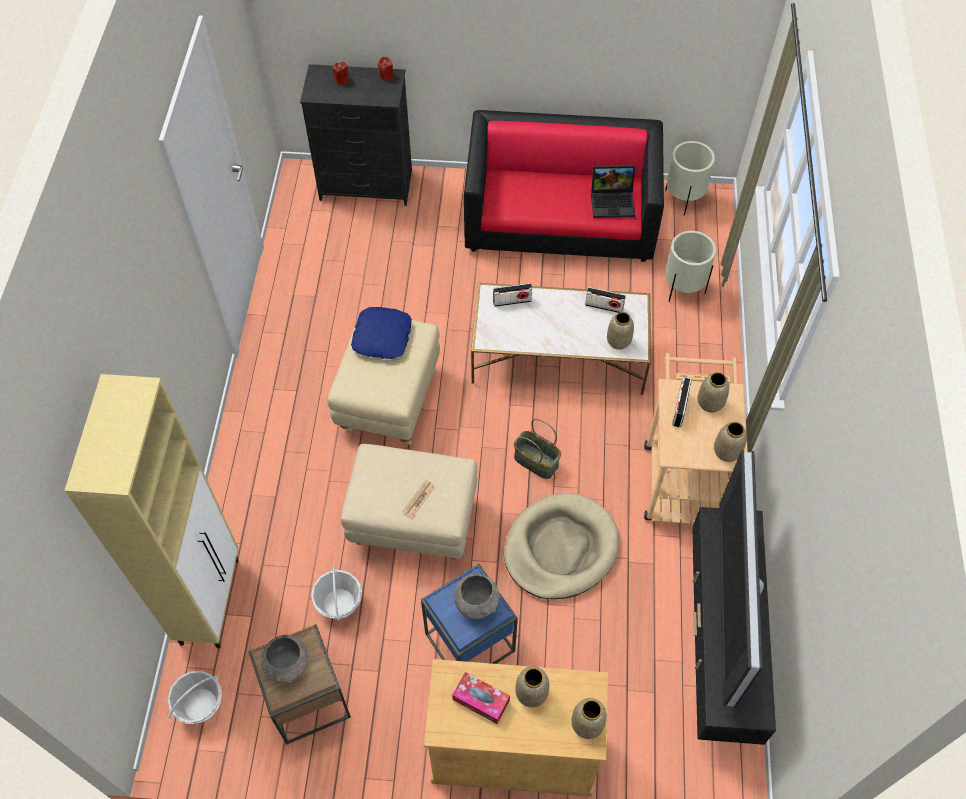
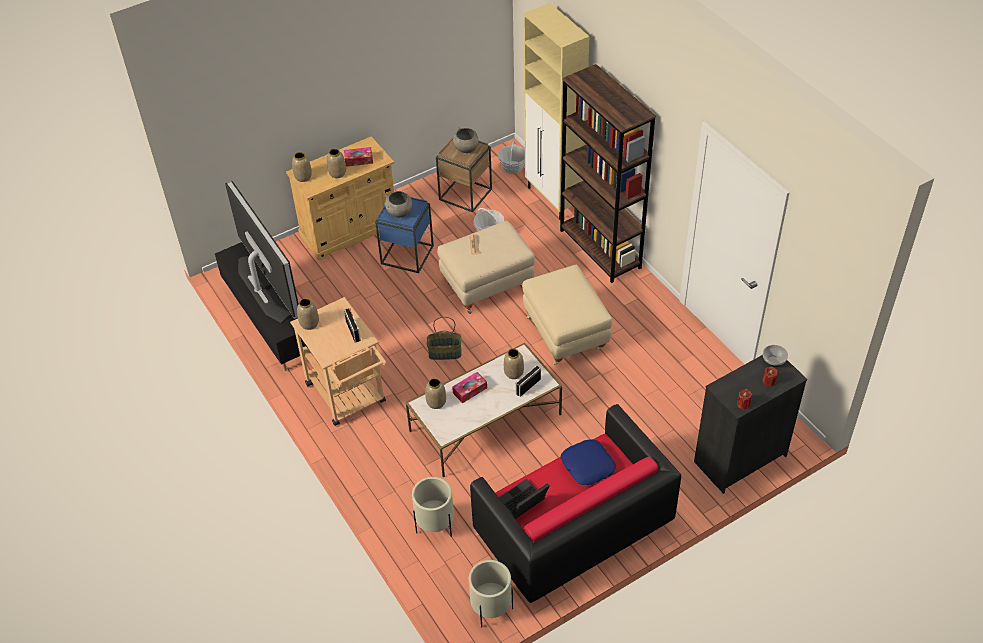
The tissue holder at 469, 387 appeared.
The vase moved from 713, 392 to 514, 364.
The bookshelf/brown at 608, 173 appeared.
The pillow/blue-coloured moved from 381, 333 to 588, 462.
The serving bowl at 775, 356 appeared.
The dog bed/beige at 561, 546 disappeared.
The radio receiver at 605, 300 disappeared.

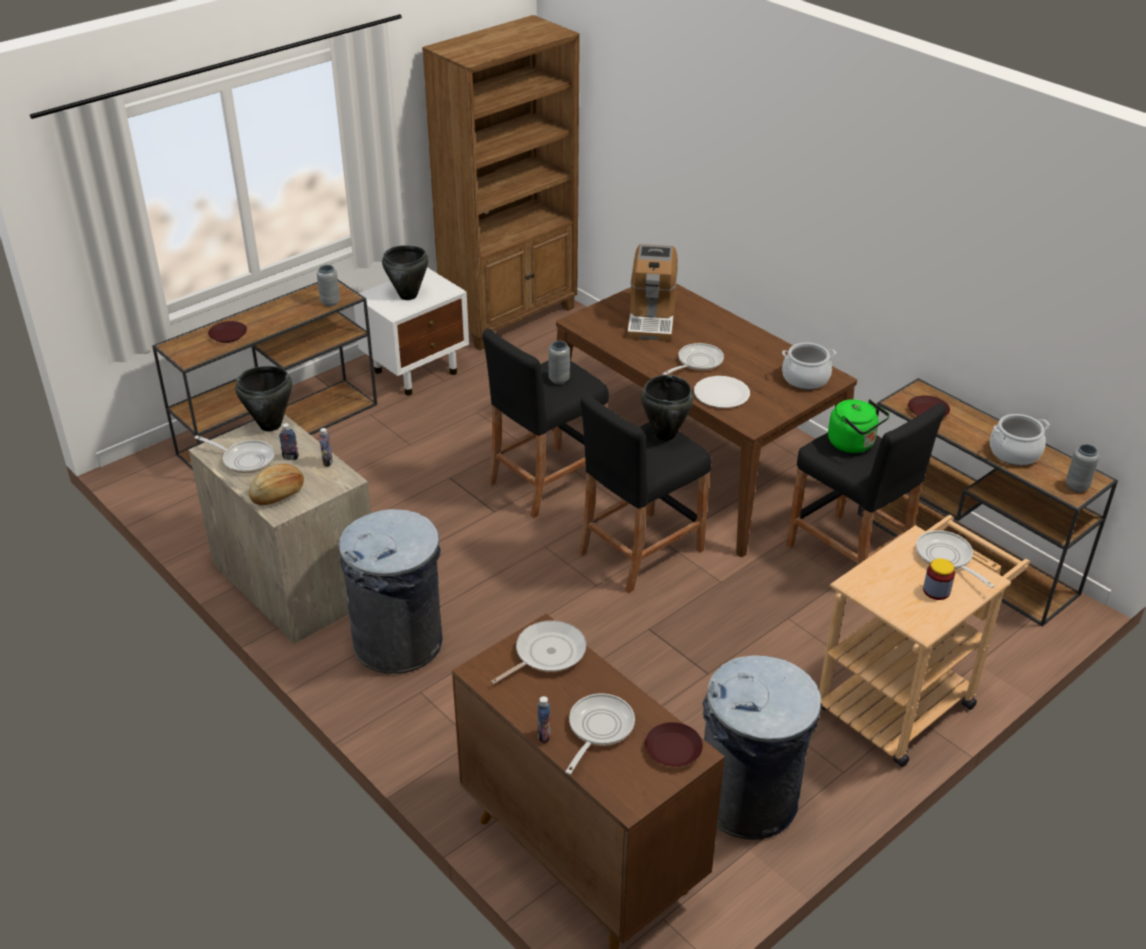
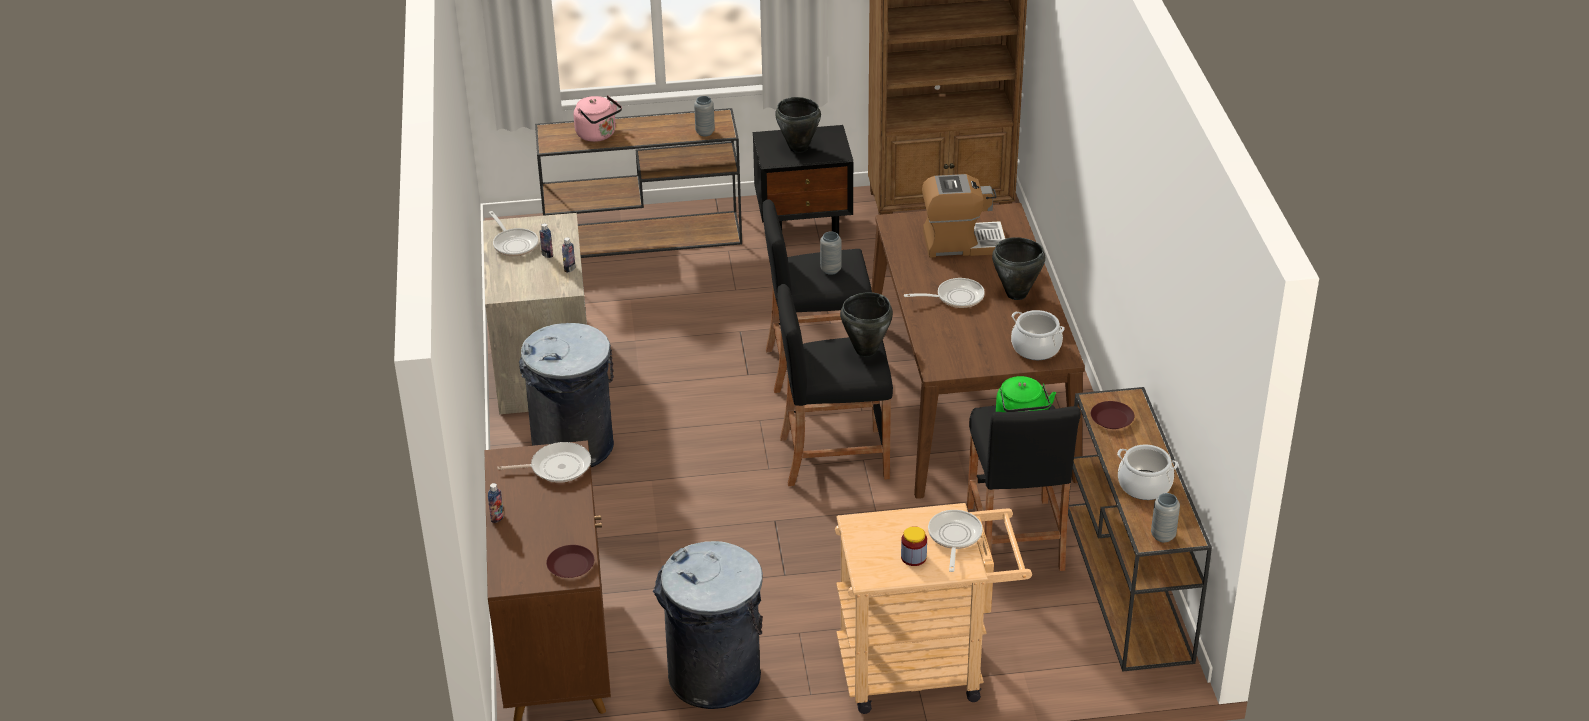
The dinner plate/brown at 227, 332 was replaced by the kettle/pinkish at 598, 118.
The nightstand/white at 411, 331 became the nightstand/blackish at 803, 180.
The coffee brewer at 652, 292 turned 135 degrees counterclockwise.
The stockpot/blackish moved from 263, 398 to 1019, 268.
The bread at 276, 484 disappeared.
The frying pan at 600, 734 disappeared.
The dinner plate/white at 722, 392 disappeared.

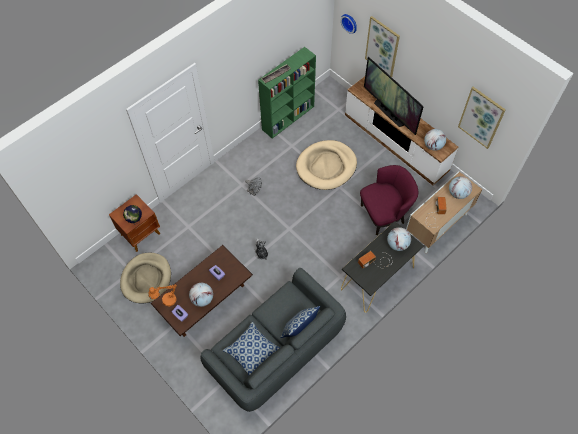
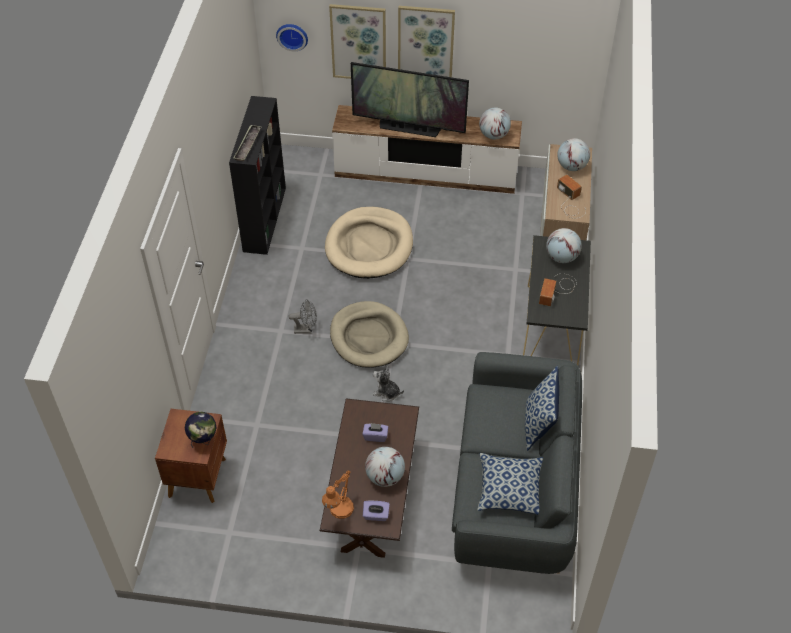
The bookshelf/green at 287, 93 became the bookshelf/blackish at 257, 175.
The dog bed/beige moved from 145, 278 to 369, 334.
The wall art moved from 482, 118 to 426, 41.
The armchair/purple-coloured at 389, 200 disappeared.

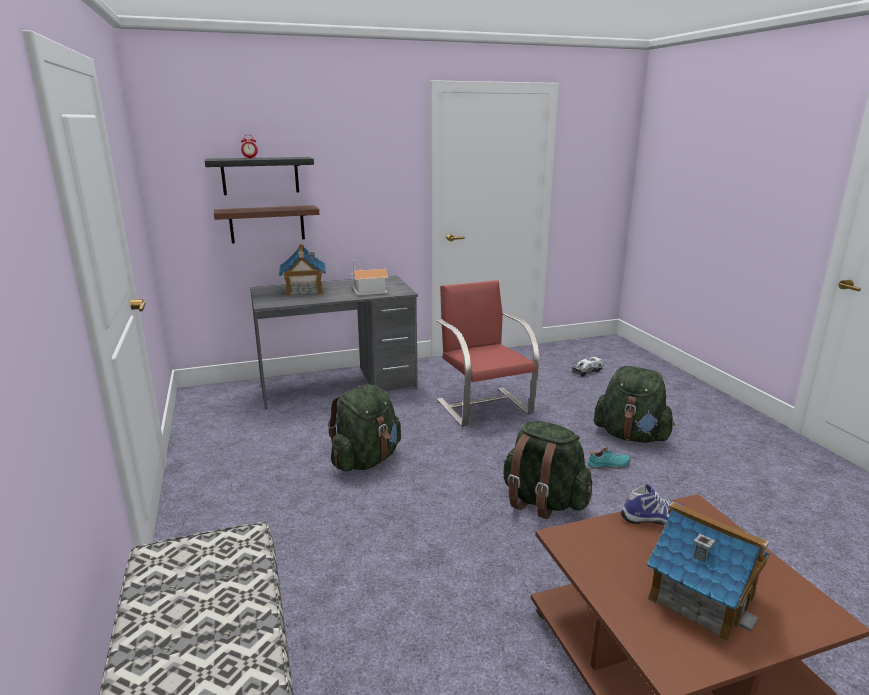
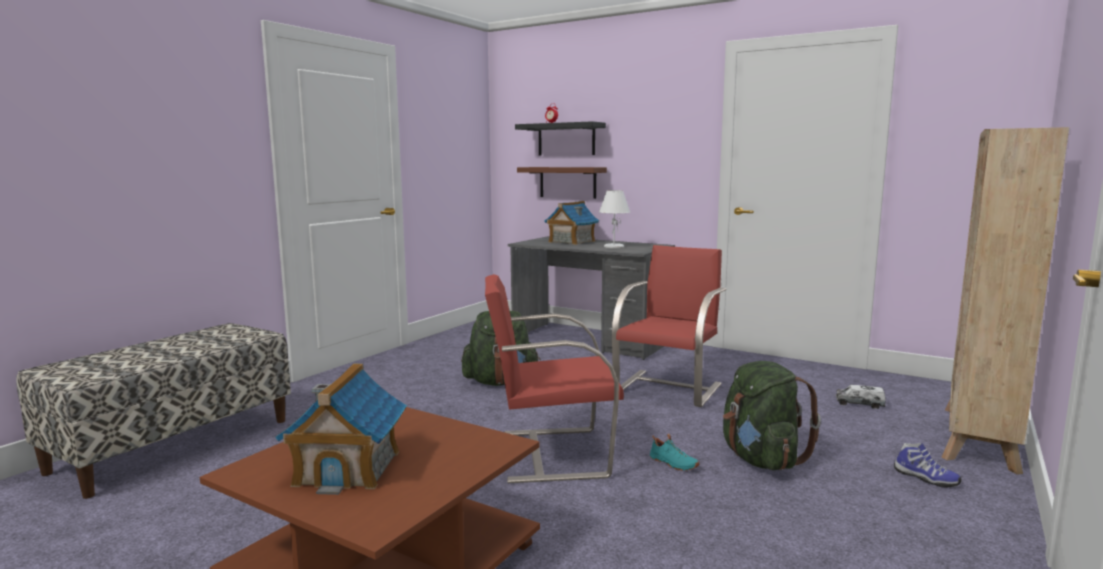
The backpack/green at 547, 470 was replaced by the upright chair/reddish at 554, 378.
The toy house at 369, 277 was replaced by the lamp for a table/white at 614, 219.
The shoe moved from 652, 504 to 927, 465.
The bookshelf/beige at 1005, 301 appeared.

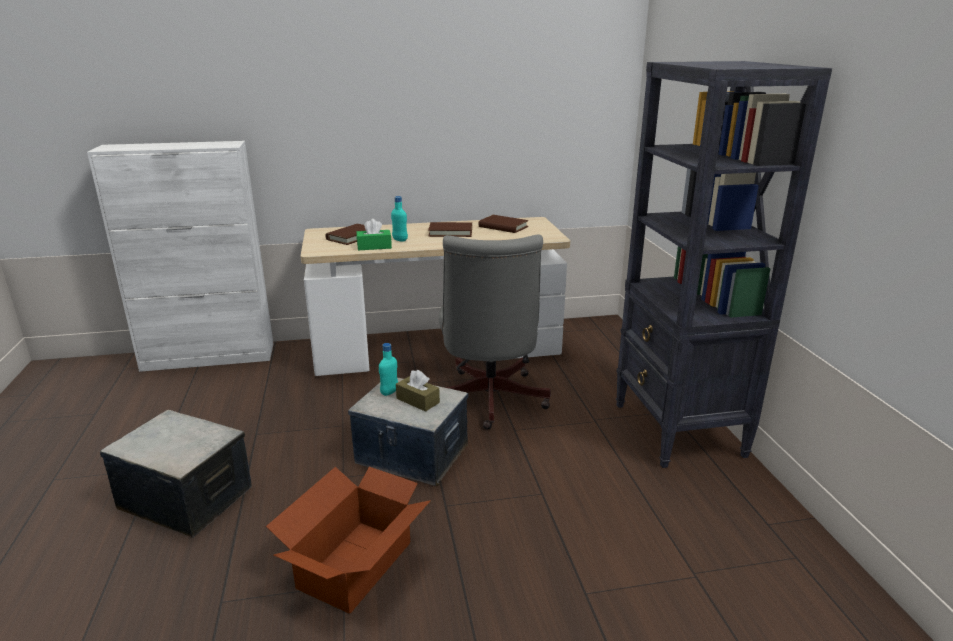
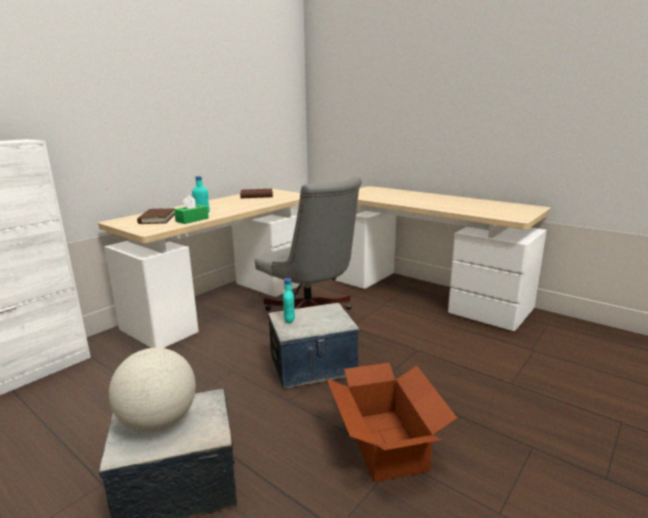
The globe at 152, 390 appeared.
The bookshelf/blackish at 724, 264 was replaced by the desk at 443, 258.
The tissue holder/brown at 418, 391 disappeared.
The volume/brown at 450, 229 disappeared.

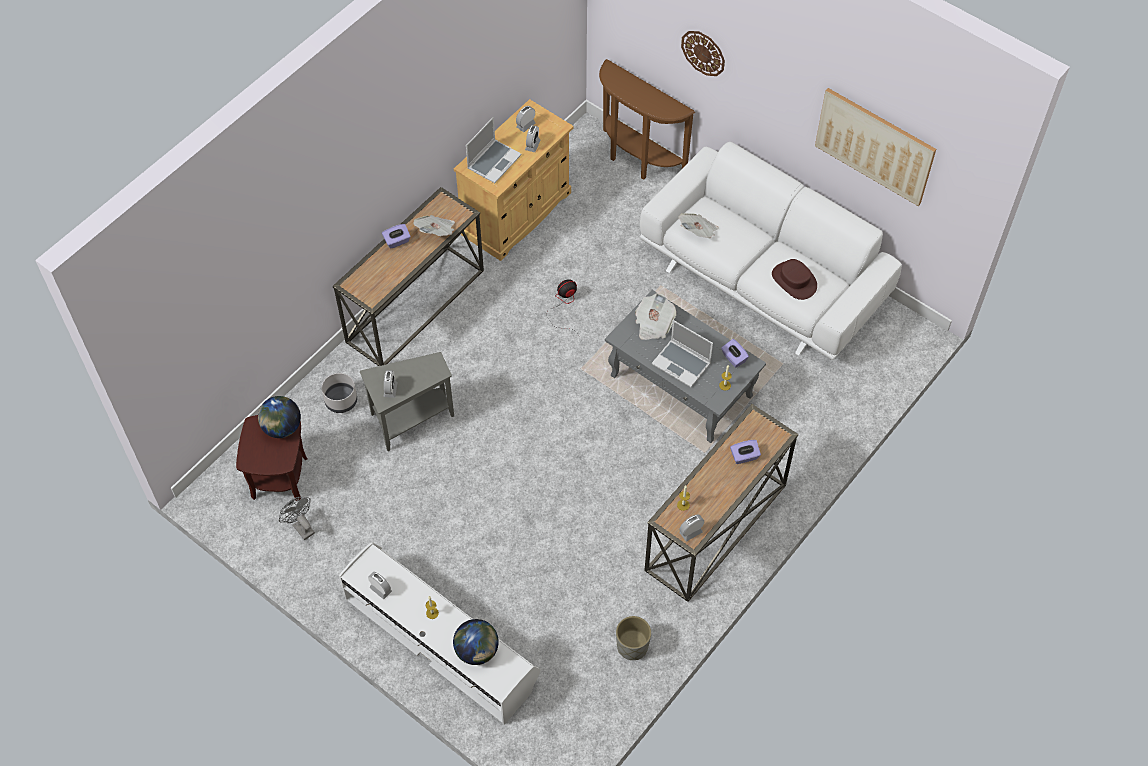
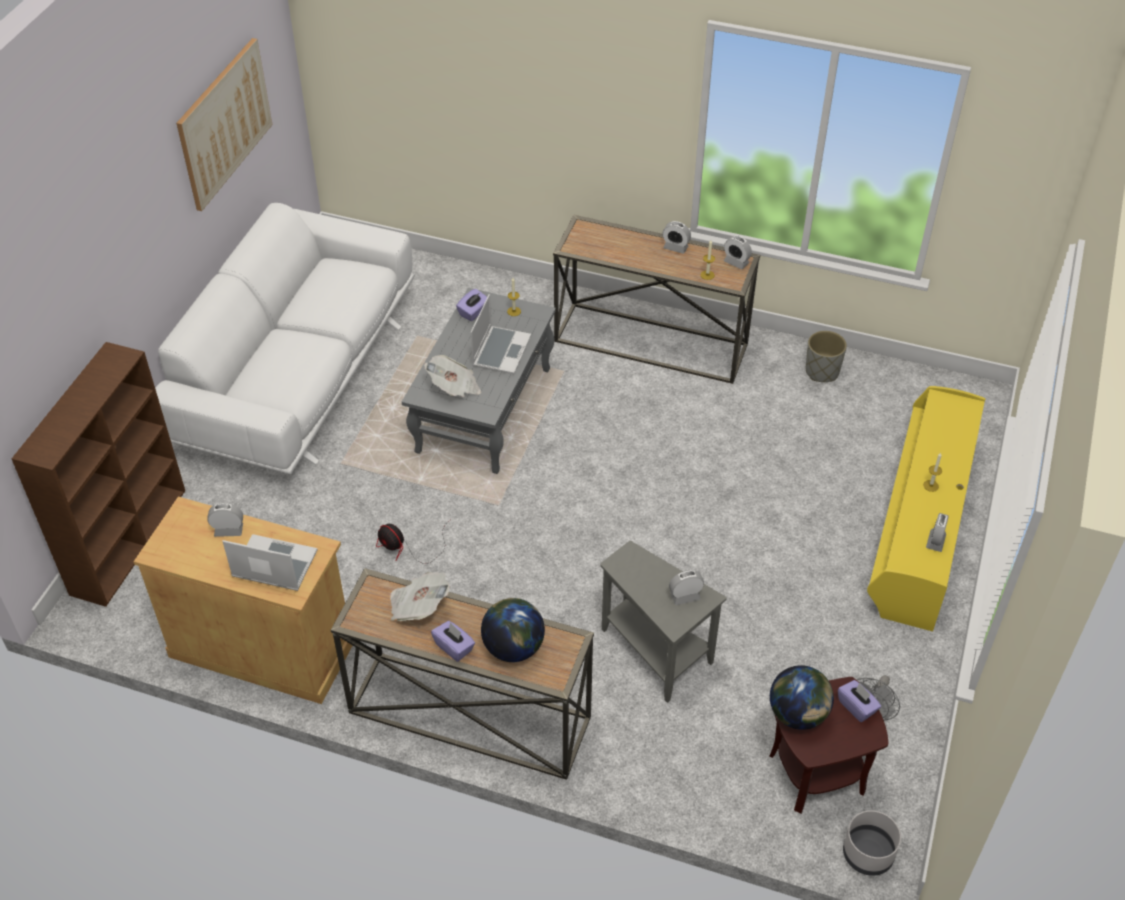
The hall table/brown at 647, 119 was replaced by the bookshelf/brown at 98, 474.
The globe moved from 476, 642 to 513, 630.
The table clock moved from 525, 119 to 676, 237.
The tissue holder/purple-coloured moved from 745, 452 to 859, 701.
The plant pot/greyish moved from 339, 393 to 872, 843.
The tv stand/white at 440, 633 became the tv stand/yellow-coloured at 926, 508.
The newspaper at 698, 226 disappeared.
The clock on the wall at 703, 53 disappeared.
The hat/brown at 794, 279 disappeared.

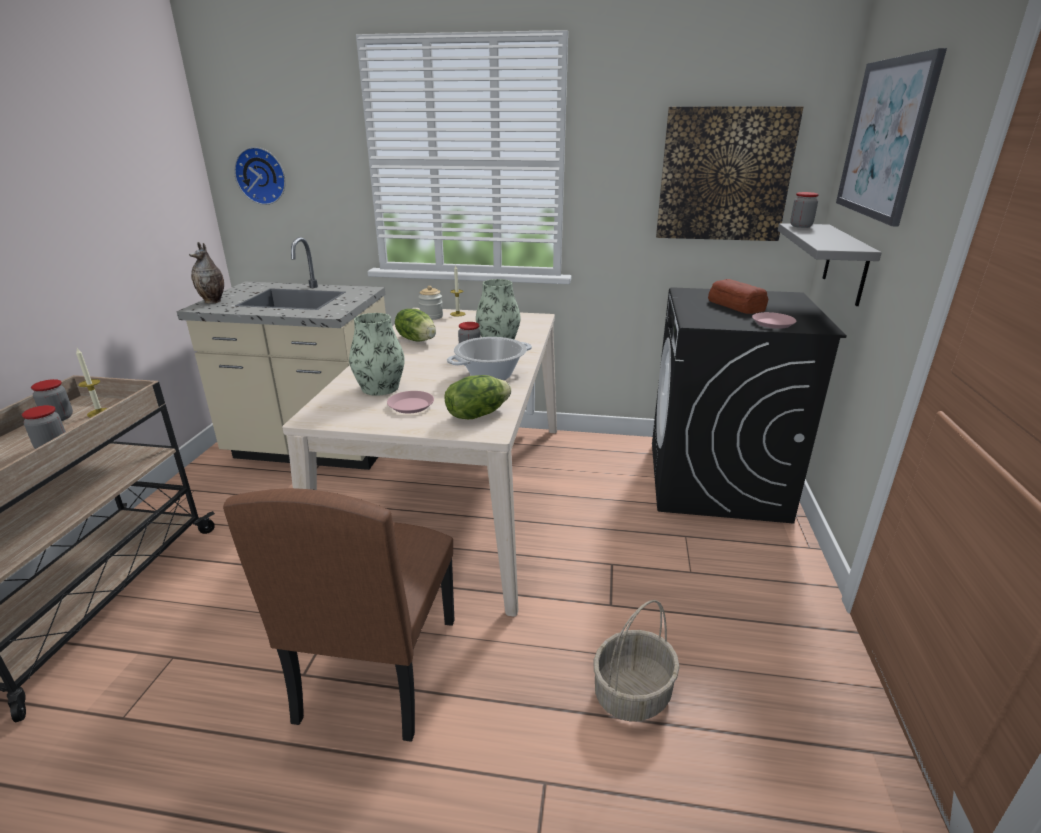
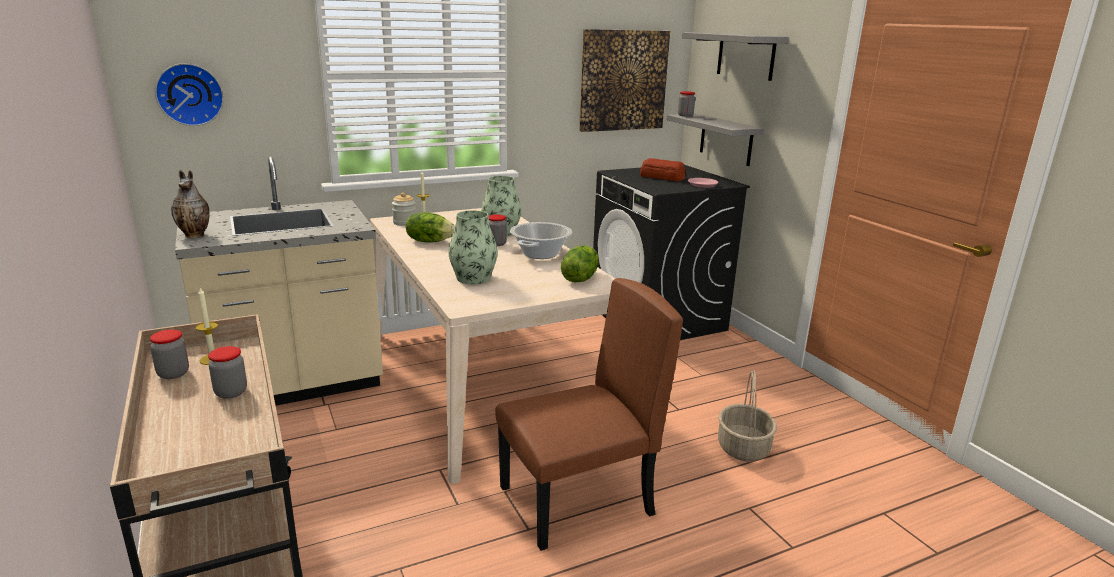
The upright chair/brown at 338, 615 turned 90 degrees counterclockwise.
The wall art at 891, 137 was replaced by the wall shelf/greyish at 735, 56.
The dinner plate/pinkish at 410, 402 disappeared.

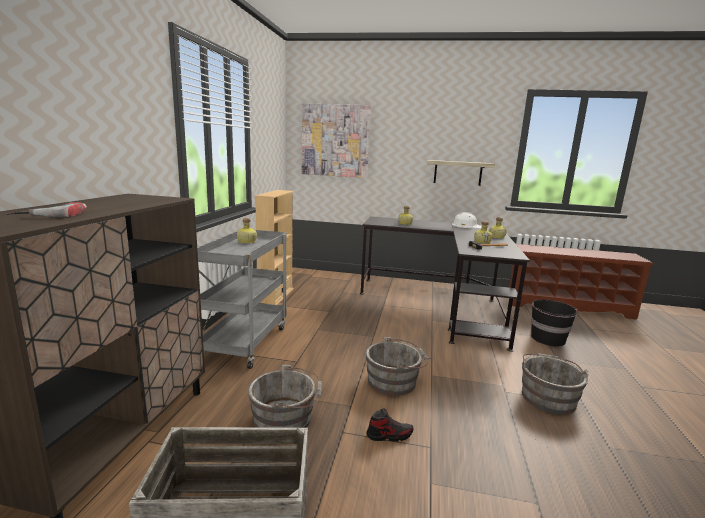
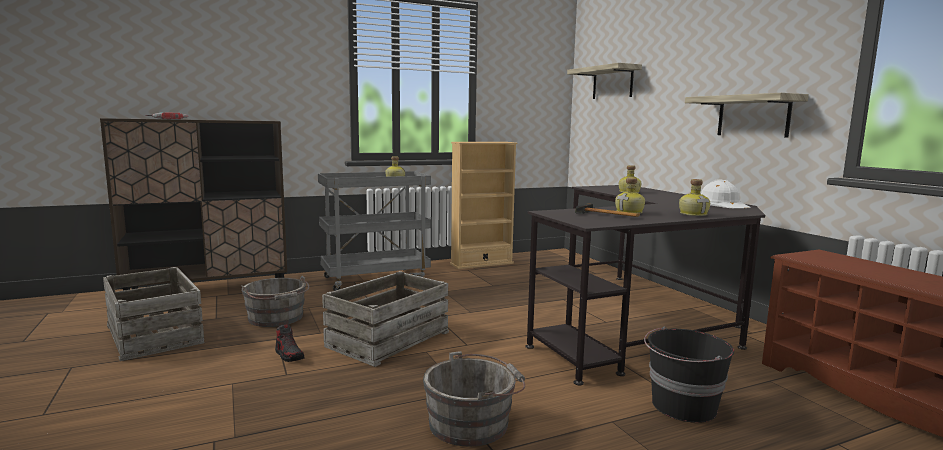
The water bucket/greyish at 397, 366 was replaced by the packing crate at 385, 319.
The wall art at 336, 140 was replaced by the wall shelf at 604, 81.

